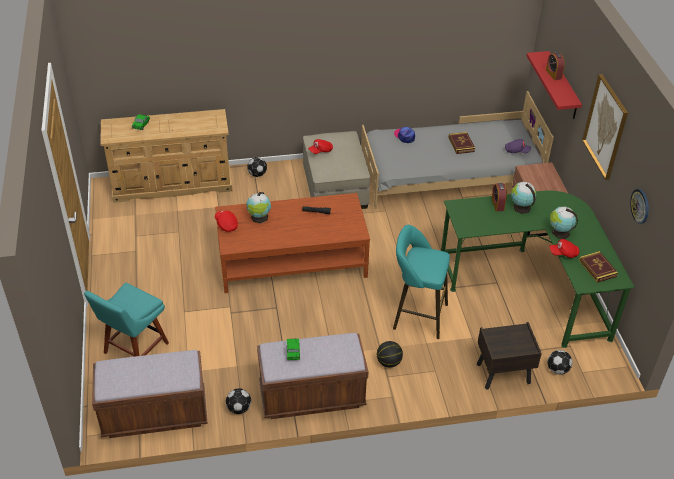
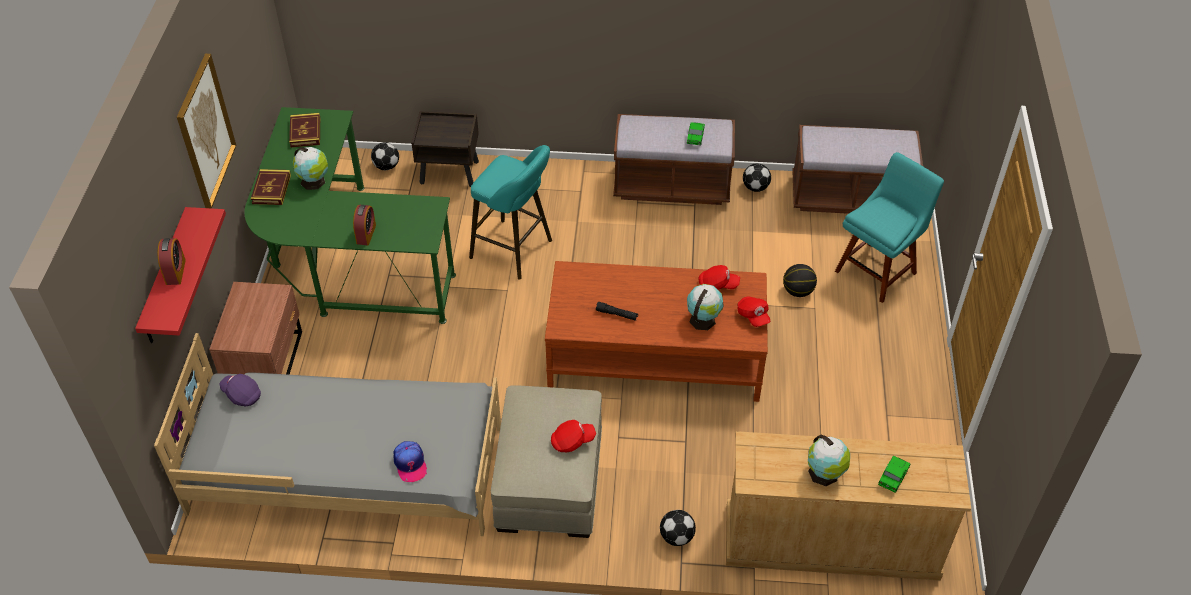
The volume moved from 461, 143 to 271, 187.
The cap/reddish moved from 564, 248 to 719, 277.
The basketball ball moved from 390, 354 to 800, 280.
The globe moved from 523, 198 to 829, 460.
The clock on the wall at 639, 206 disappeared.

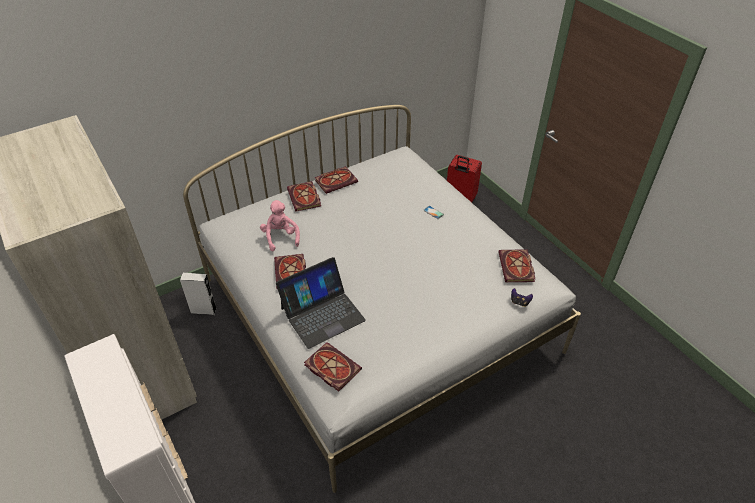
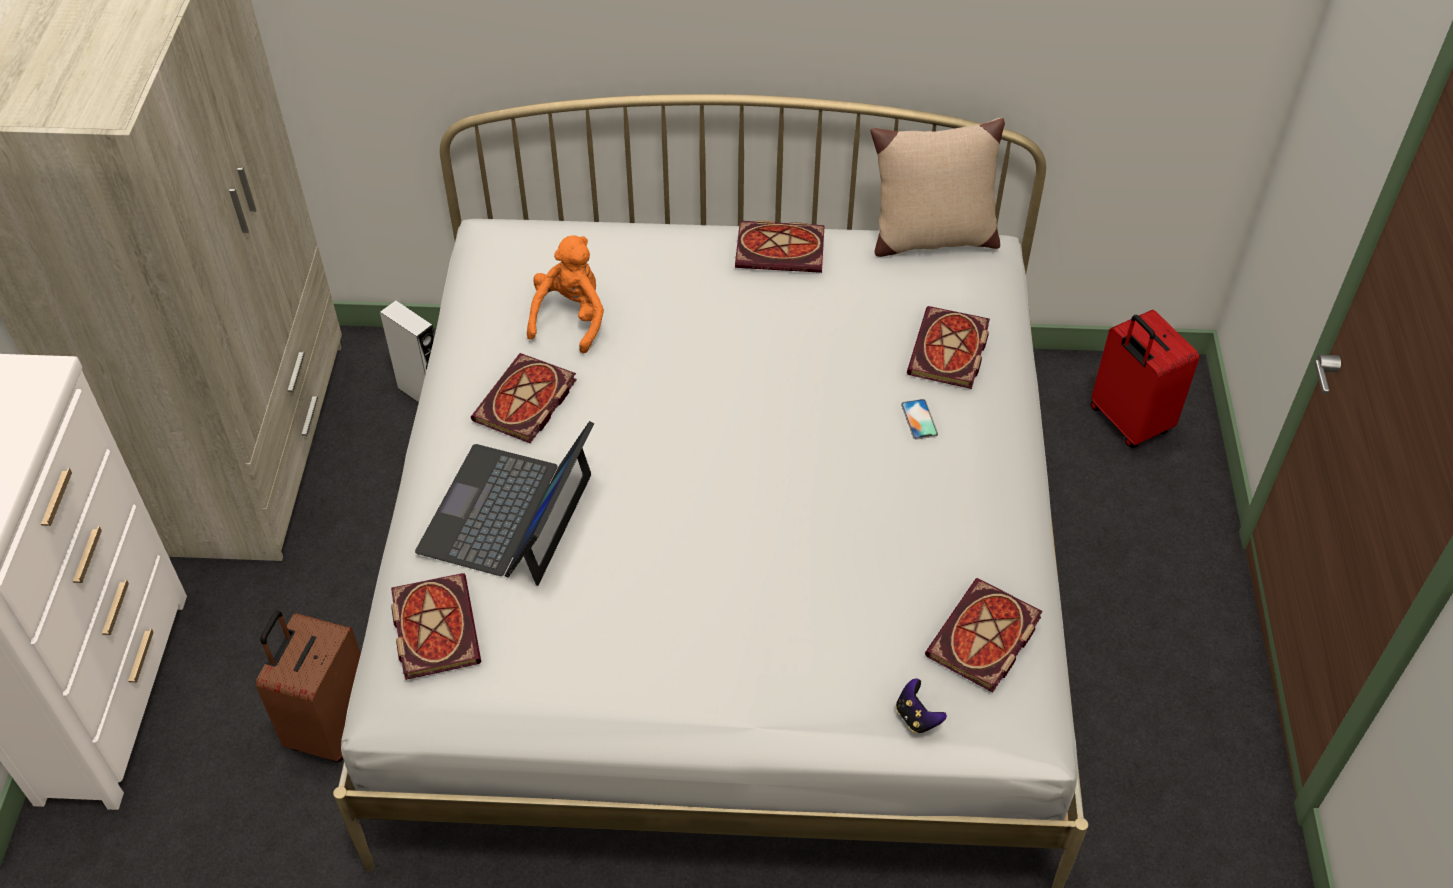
The suitcase/brown at 308, 686 appeared.
The laptop at 321, 303 turned 105 degrees clockwise.
The plush toy/pinkish at 280, 225 became the plush toy/orange-coloured at 565, 295.
The pillow/beige at 937, 187 appeared.
The volume moved from 304, 196 to 948, 347.

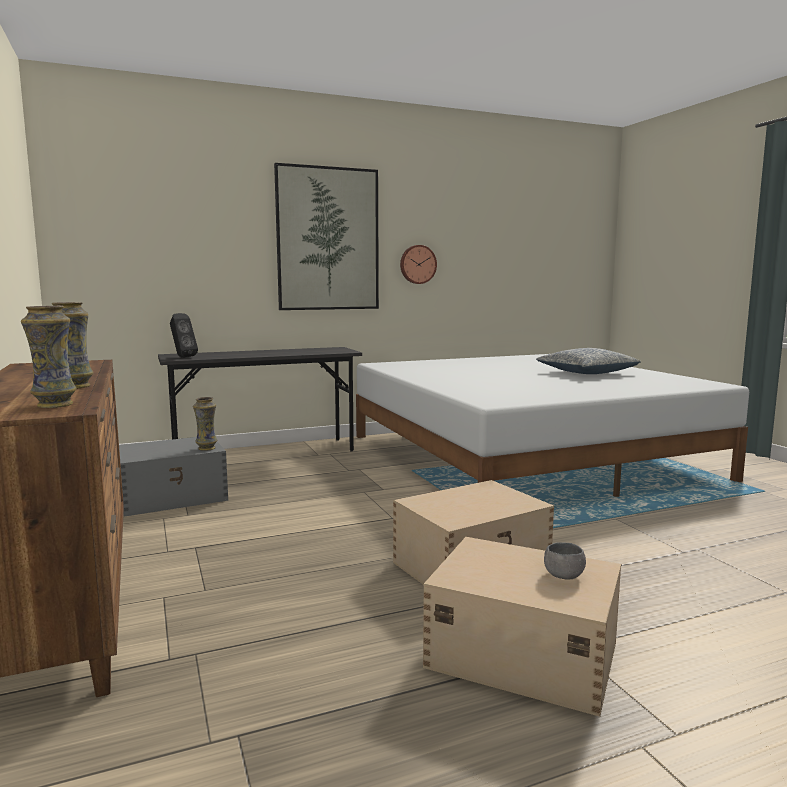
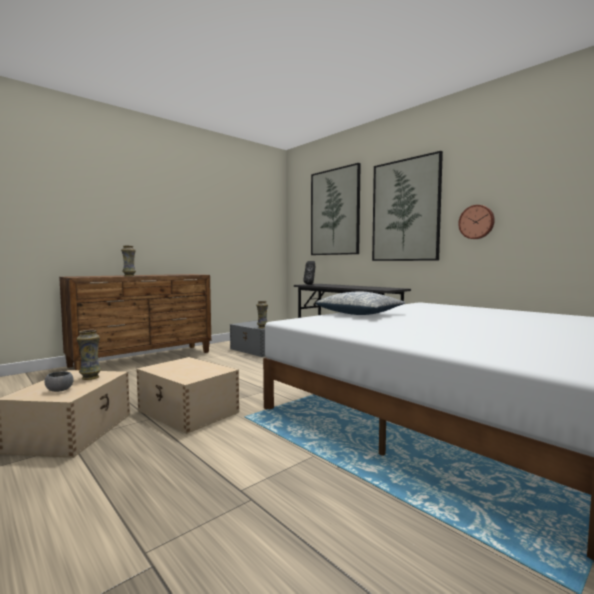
The vase moved from 48, 356 to 88, 355.
The wall art at 336, 209 appeared.
The pillow moved from 588, 361 to 360, 303.

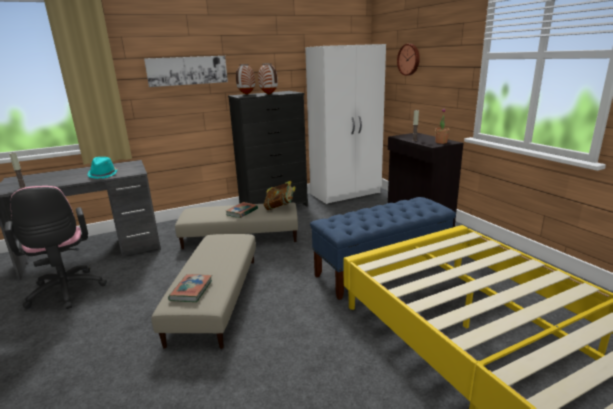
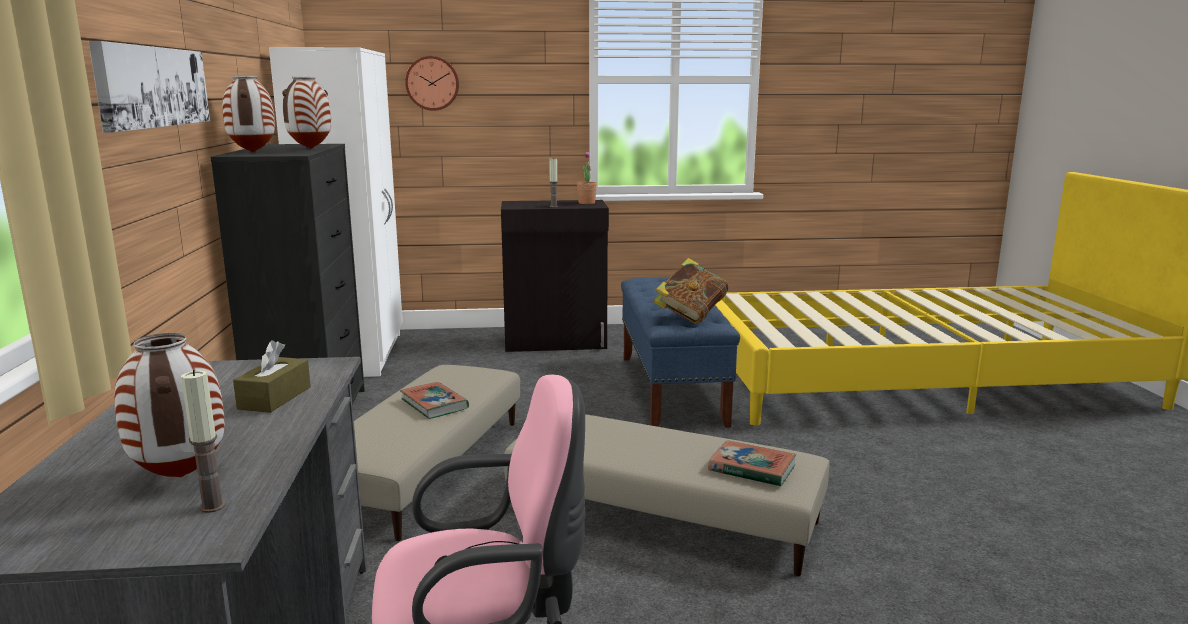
The vase at 169, 405 appeared.
The hat/blue-green at 102, 168 was replaced by the tissue holder/brown at 272, 376.
The volume moved from 280, 195 to 691, 291.

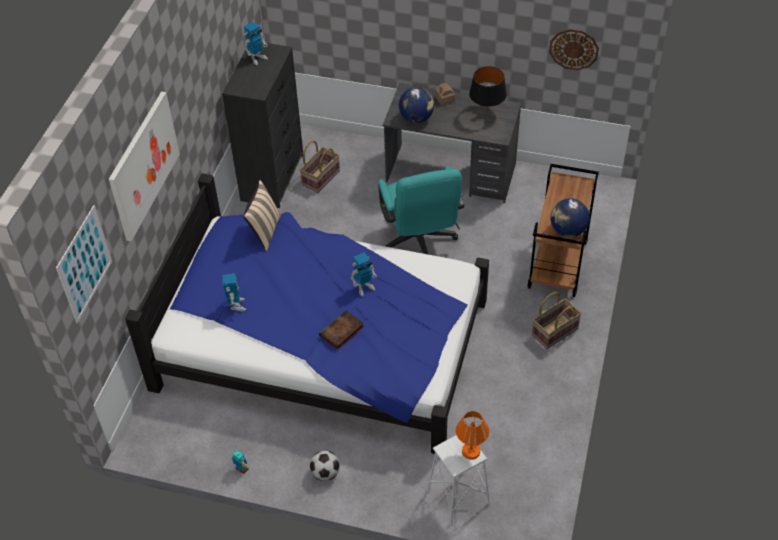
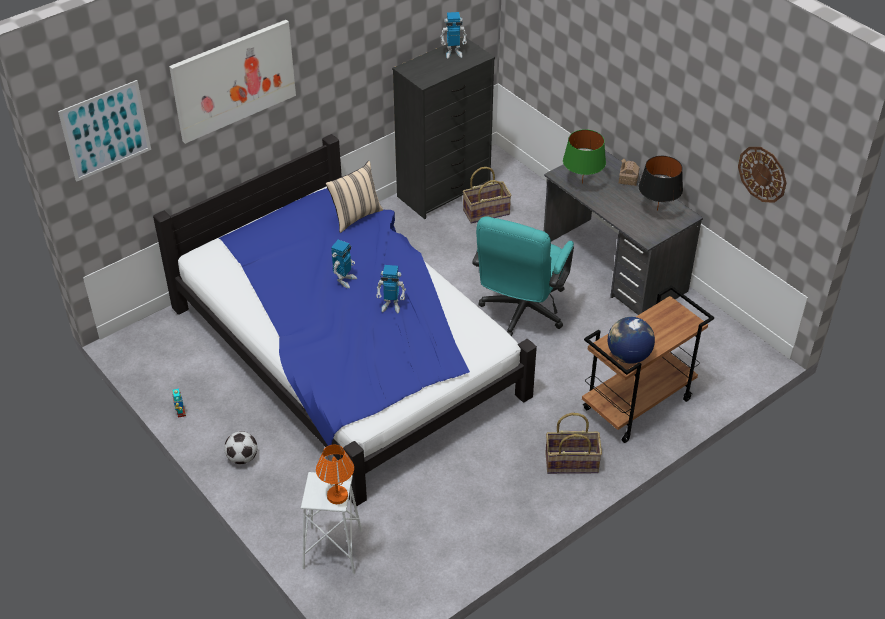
The robot figure moved from 234, 292 to 344, 264.
The globe at 416, 105 was replaced by the lamp for a table/green at 584, 156.
The volume at 341, 330 disappeared.

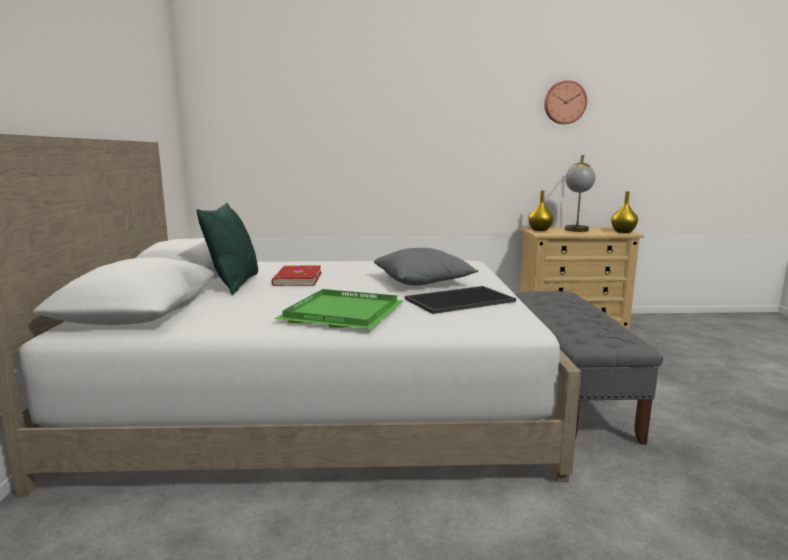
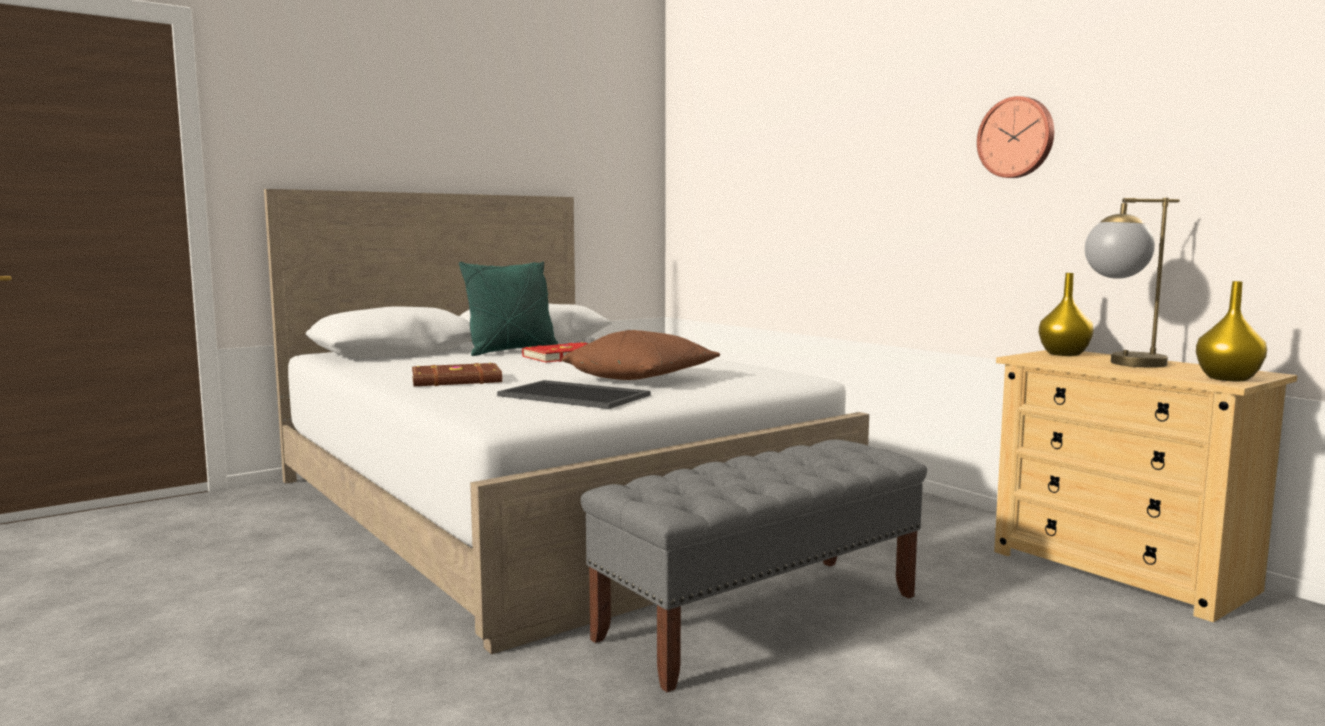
The carrying tray/green at 338, 309 was replaced by the volume/brown at 457, 374.
The pillow/greyish at 426, 267 became the pillow/brown at 640, 355.
The clock on the wall moved from 565, 102 to 1015, 137.

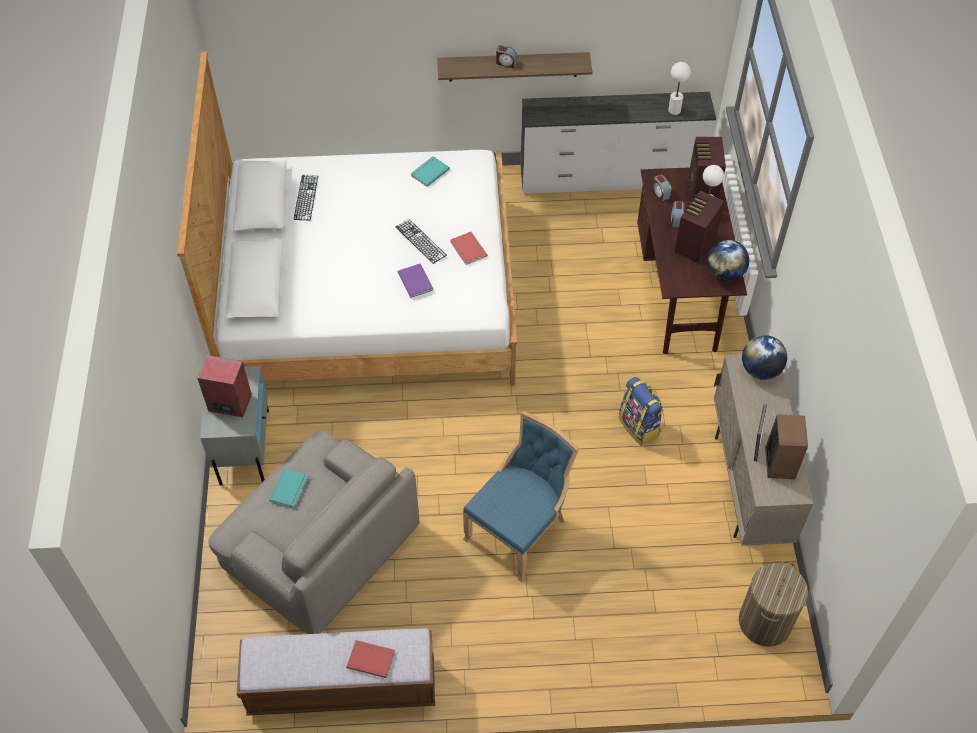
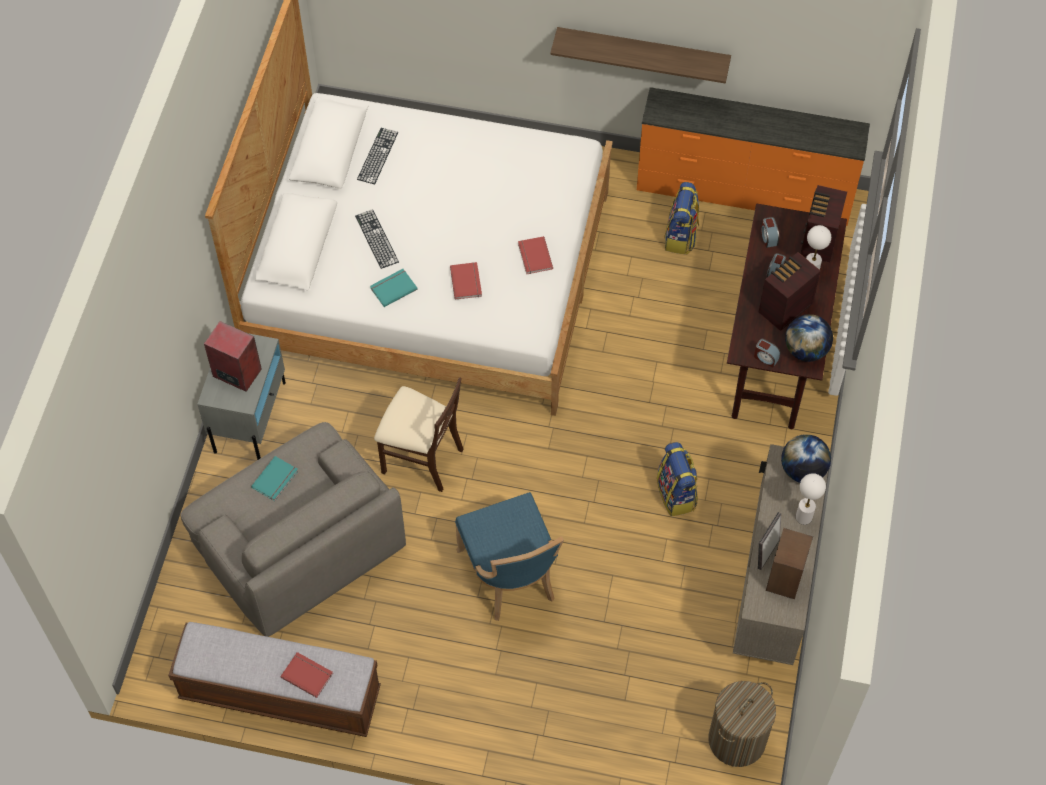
The keyboard moved from 421, 241 to 377, 239.
The volume/blue-green moved from 430, 171 to 393, 288.
The upright chair/beige at 418, 434 appeared.
The volume/purple-coloured at 415, 280 became the volume/reddish at 466, 281.
The upright chair/blue-coloured at 521, 496 turned 105 degrees clockwise.
The drawer chest/white at 618, 143 became the drawer chest/orange-coloured at 753, 156.
The backpack at 681, 218 appeared.
The table clock moved from 506, 56 to 767, 353.
The lamp for a table/white moved from 679, 88 to 811, 499.

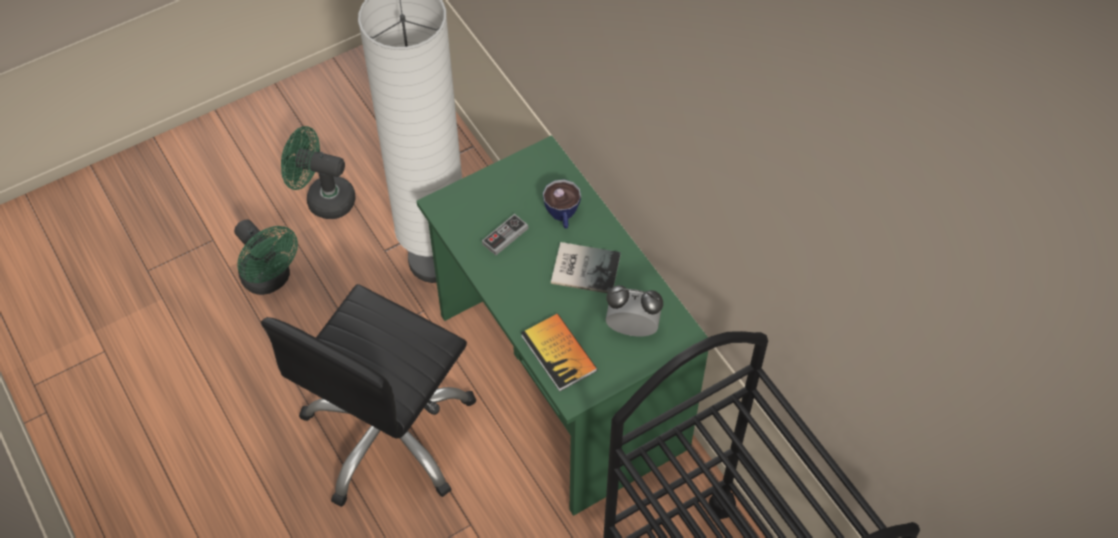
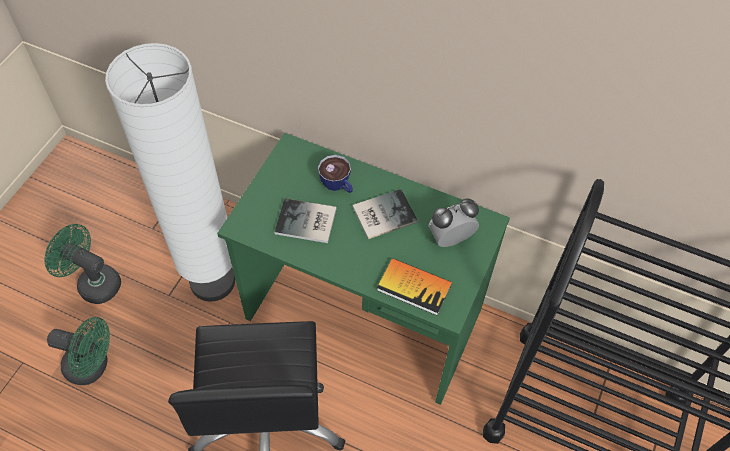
The cooling fan/green at 318, 172 turned 45 degrees clockwise.
The game controller at 505, 234 was replaced by the volume at 305, 220.

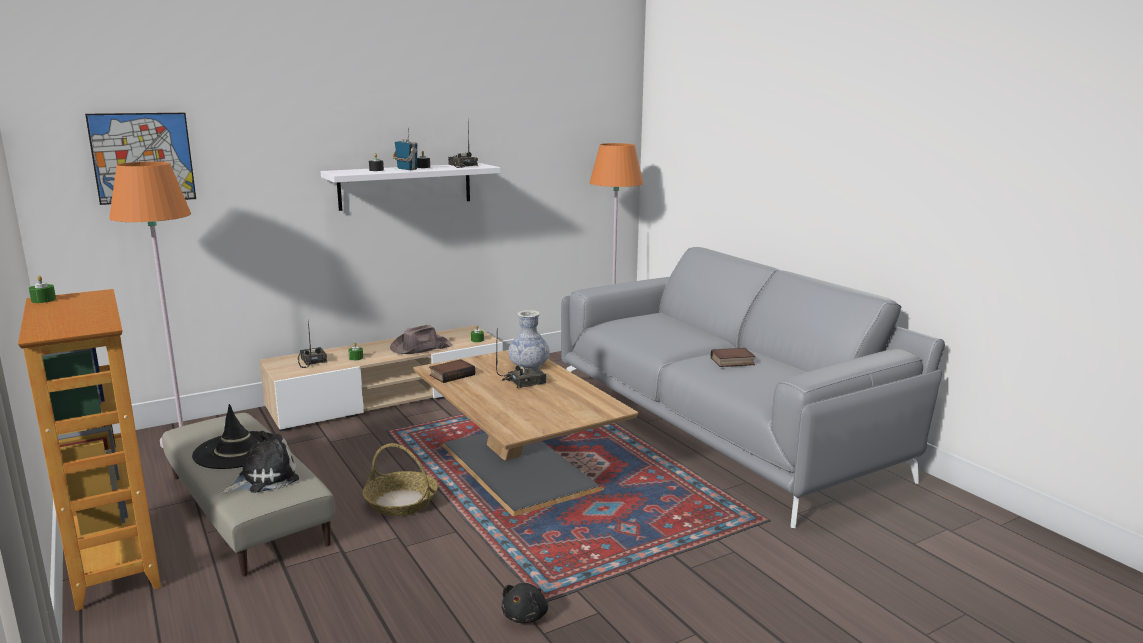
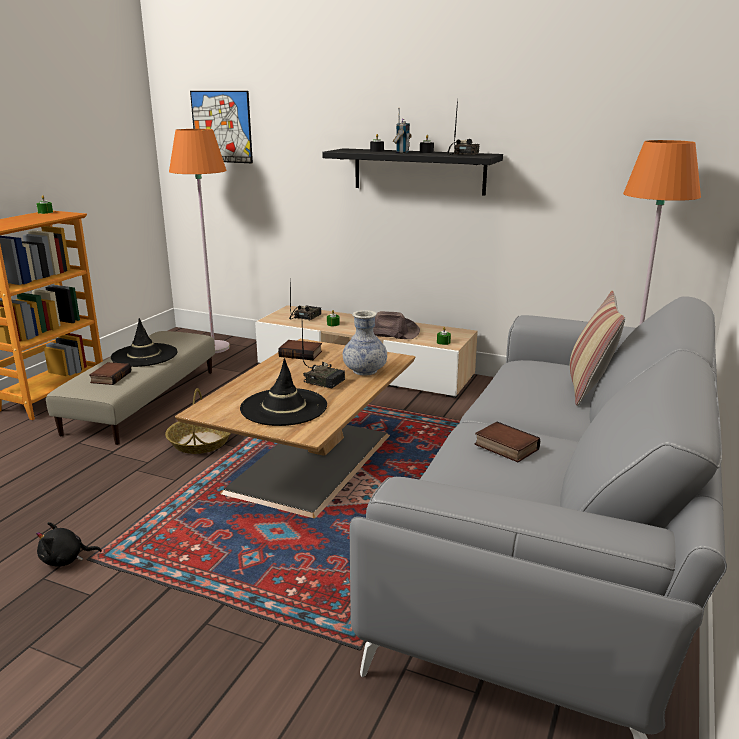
The plush toy at 260, 462 was replaced by the volume at 110, 373.
The hat/blackish at 283, 392 appeared.
The wall shelf/white at 411, 187 became the wall shelf/blackish at 412, 172.
The pillow at 597, 348 appeared.

